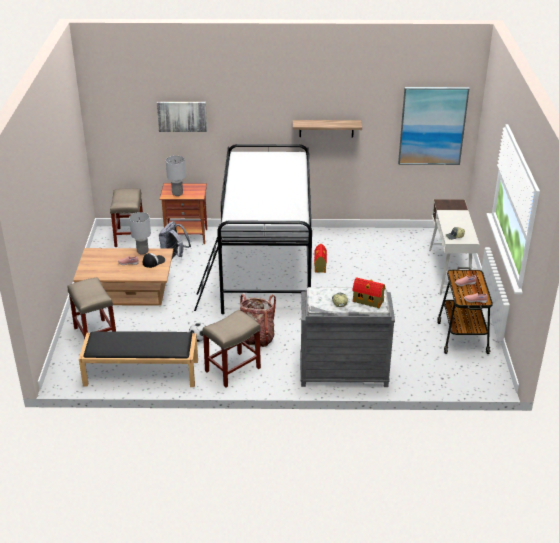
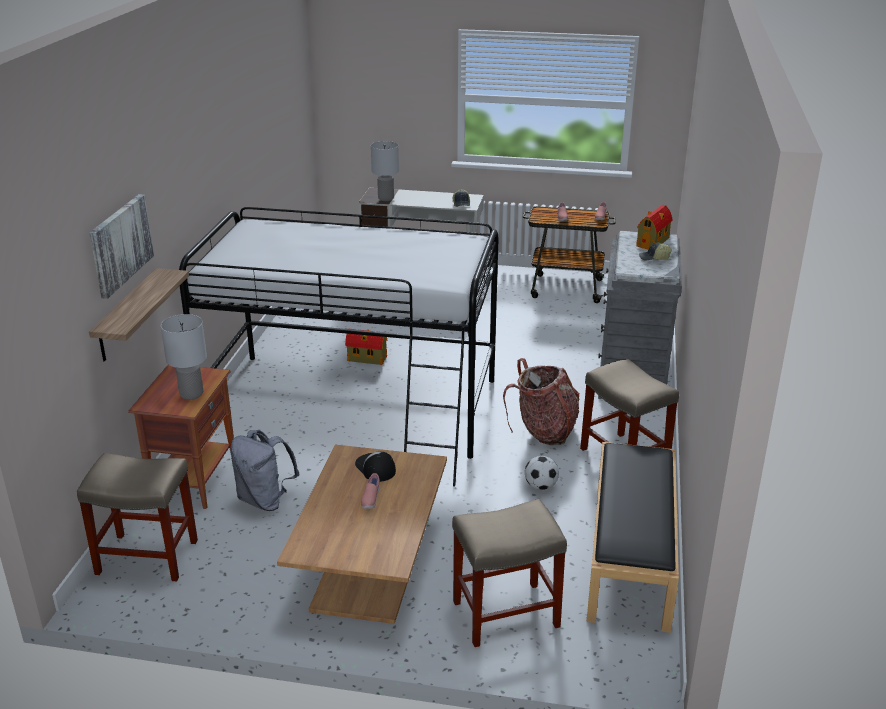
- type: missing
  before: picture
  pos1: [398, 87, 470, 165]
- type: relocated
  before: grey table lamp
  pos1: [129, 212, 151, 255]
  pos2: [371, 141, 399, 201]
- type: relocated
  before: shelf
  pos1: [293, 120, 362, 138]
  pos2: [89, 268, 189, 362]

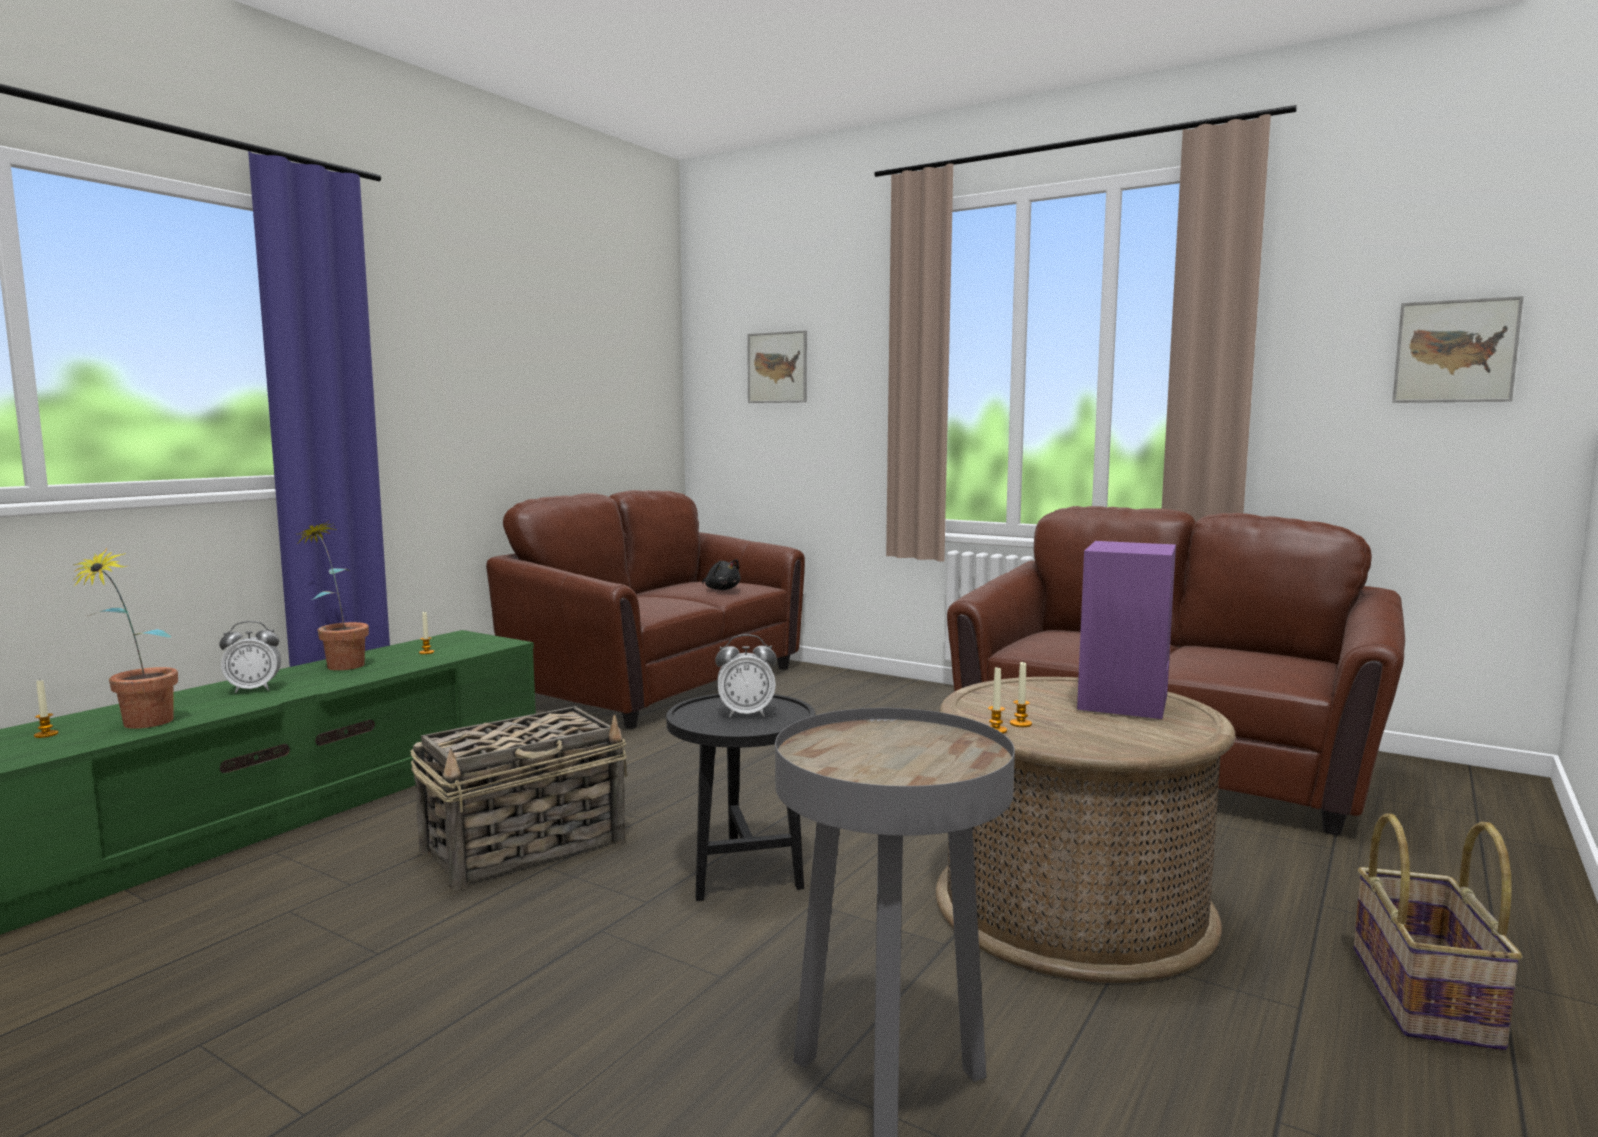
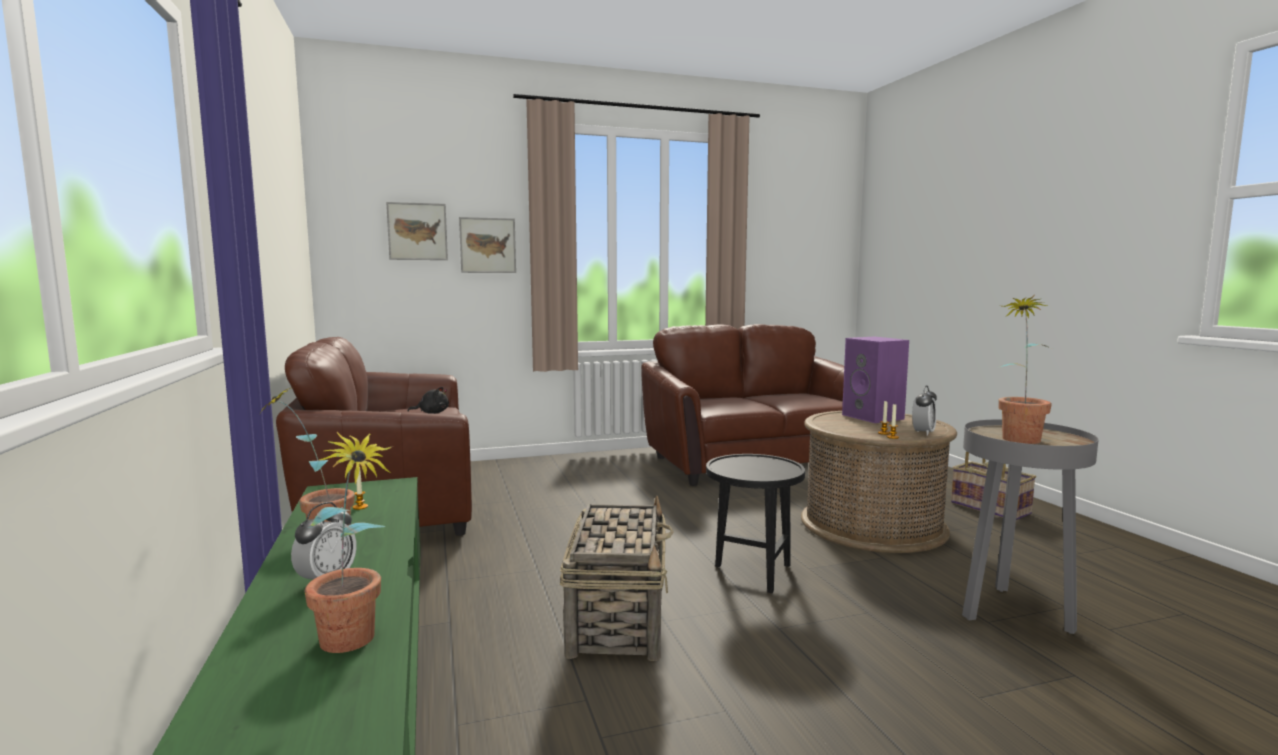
- type: missing
  before: candle
  pos1: [34, 678, 58, 738]
- type: appeared
  after: potted plant
  pos2: [997, 295, 1053, 444]
- type: relocated
  before: alarm clock
  pos1: [715, 634, 777, 718]
  pos2: [912, 386, 937, 436]
- type: relocated
  before: picture
  pos1: [1392, 296, 1524, 403]
  pos2: [459, 217, 516, 273]

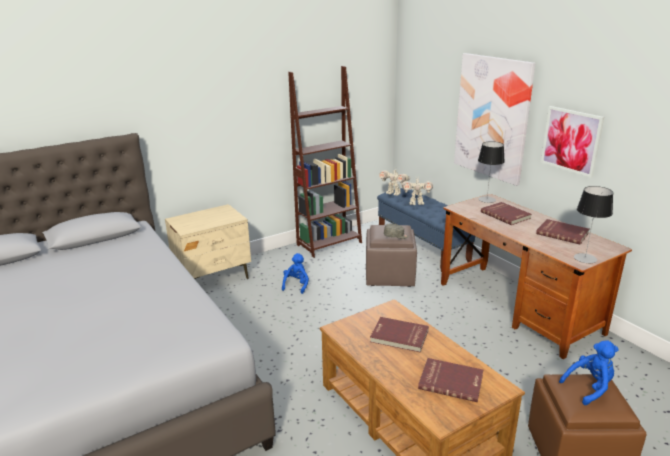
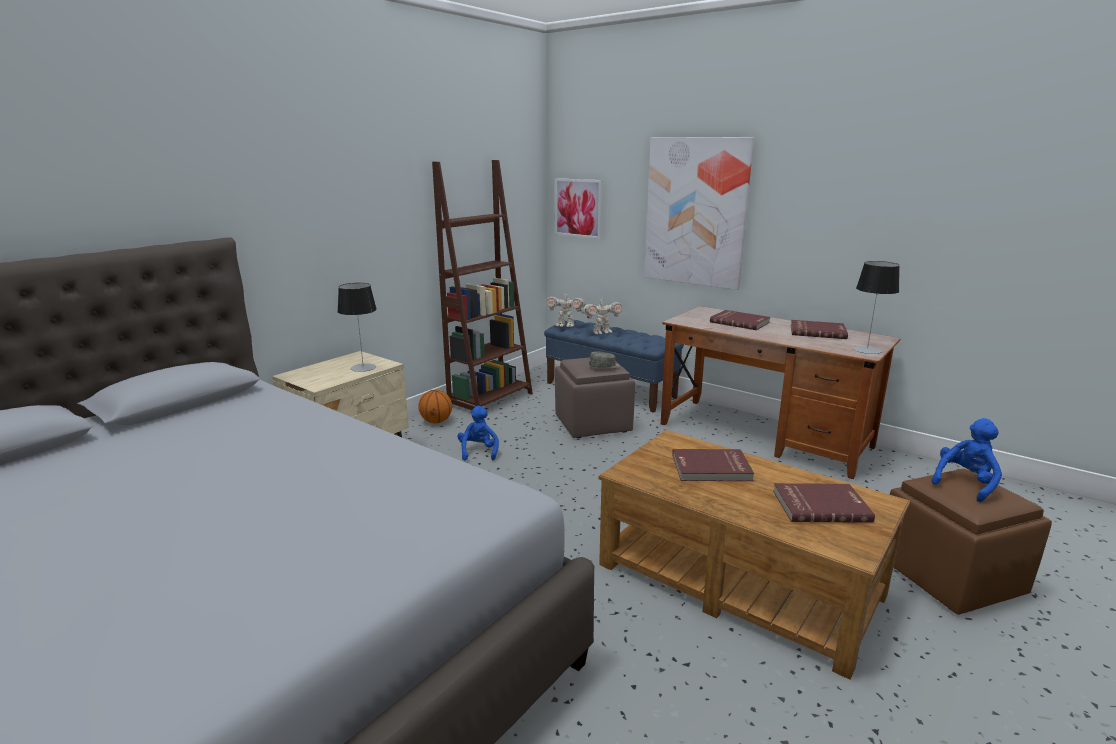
- type: appeared
  after: ball for basketball
  pos2: [418, 390, 452, 424]
- type: relocated
  before: table lamp
  pos1: [478, 141, 505, 203]
  pos2: [337, 283, 377, 372]
- type: relocated
  before: picture
  pos1: [541, 106, 604, 178]
  pos2: [555, 178, 602, 239]

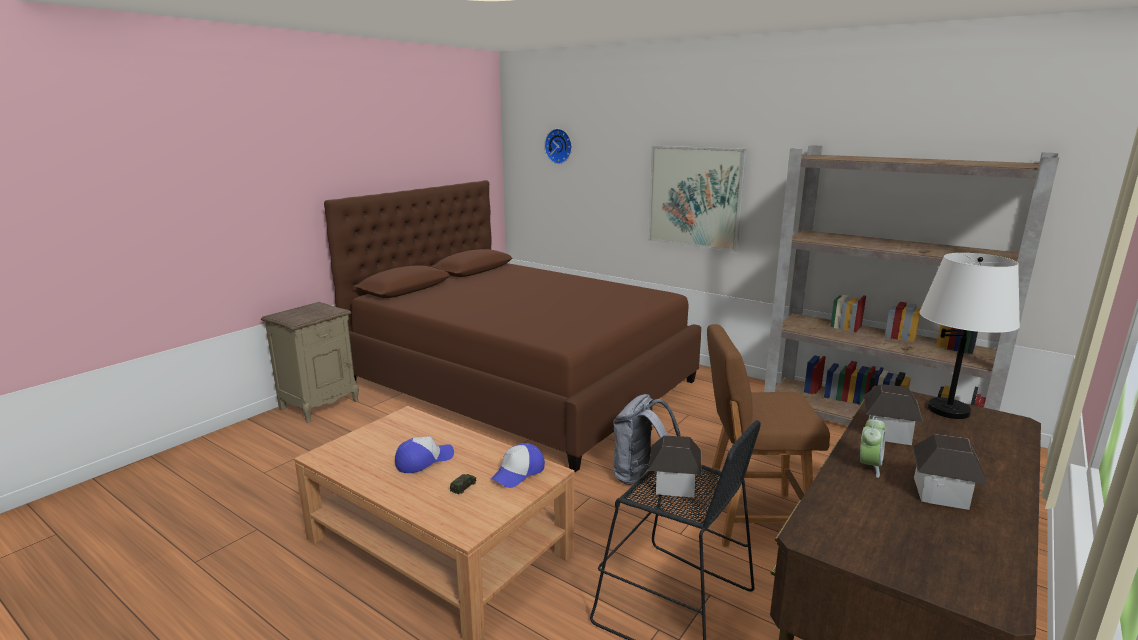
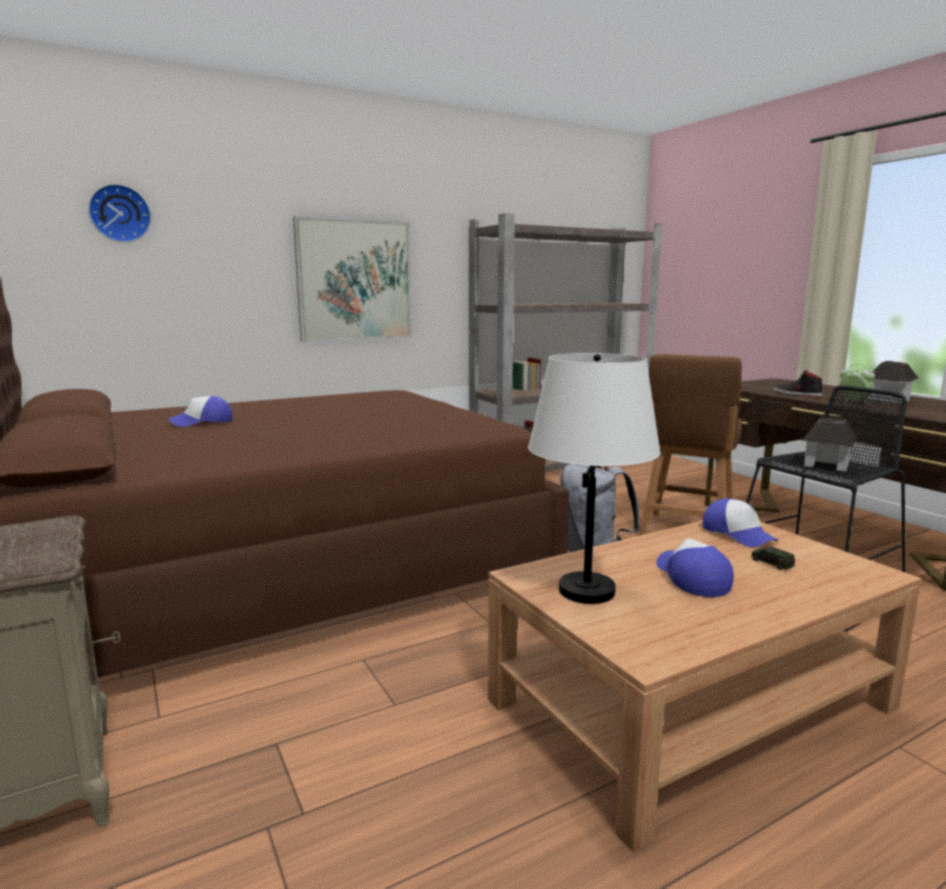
- type: appeared
  after: peaked cap
  pos2: [168, 396, 233, 427]
- type: relocated
  before: whitish table lamp
  pos1: [919, 253, 1020, 419]
  pos2: [528, 353, 661, 604]
- type: exchanged
  before: toy house
  after: black item of footwear
  pos1: [864, 384, 923, 445]
  pos2: [774, 370, 822, 397]

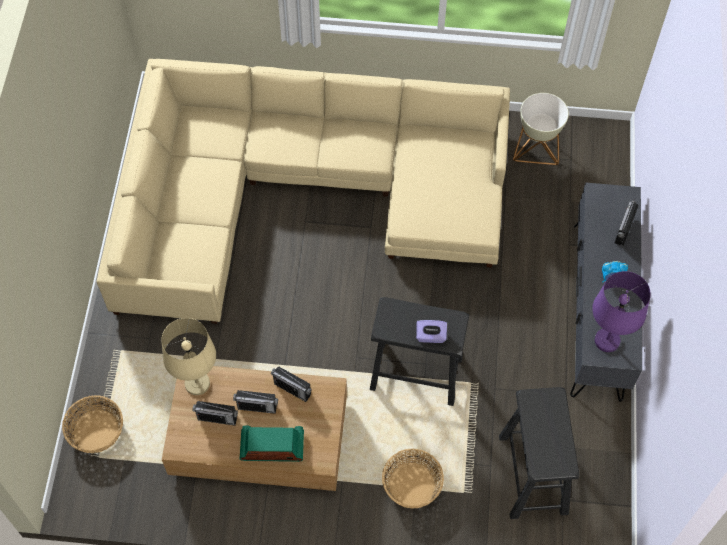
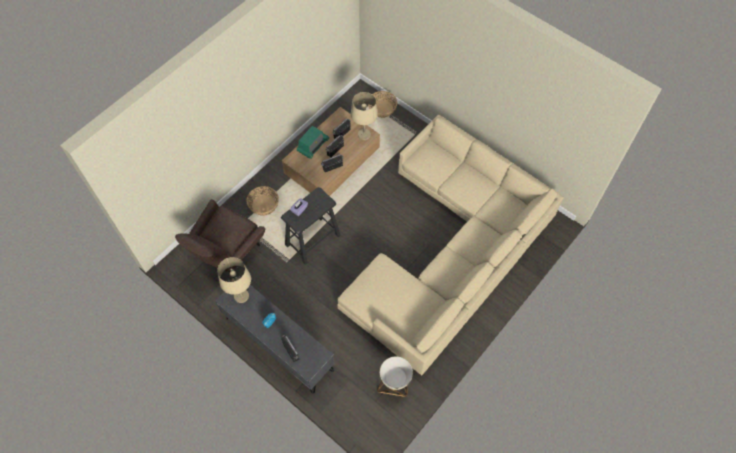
- type: exchanged
  before: black sitting stool
  after: brown easy chair
  pos1: [499, 387, 579, 519]
  pos2: [175, 199, 265, 277]
- type: colour
  before: purple table lamp
  after: sand-coloured table lamp
  pos1: [592, 271, 651, 352]
  pos2: [217, 257, 251, 303]

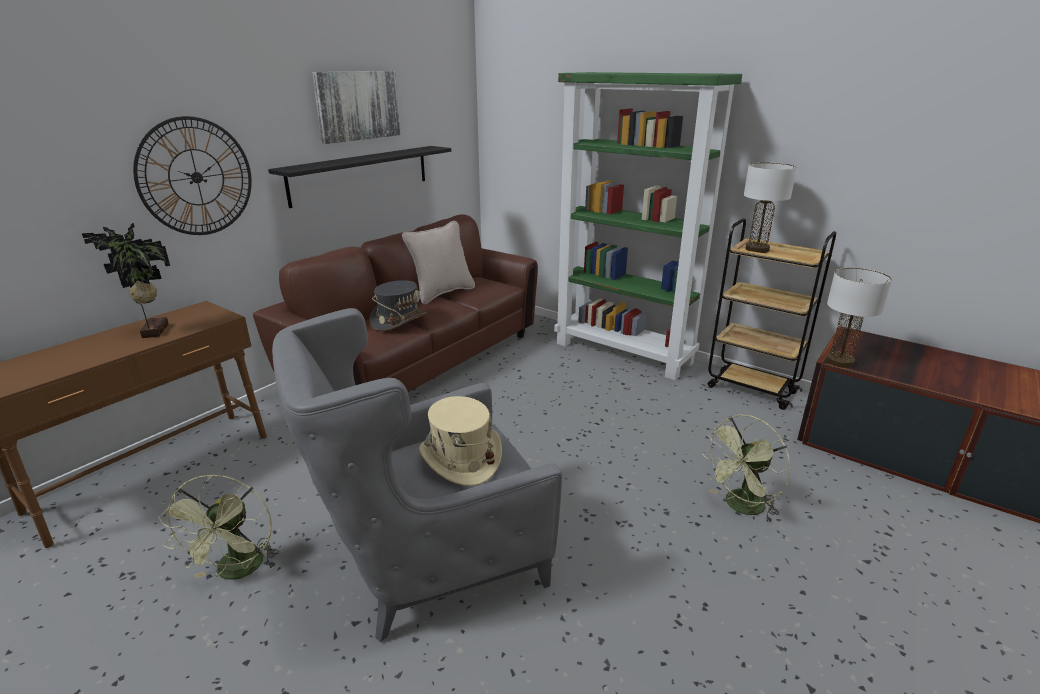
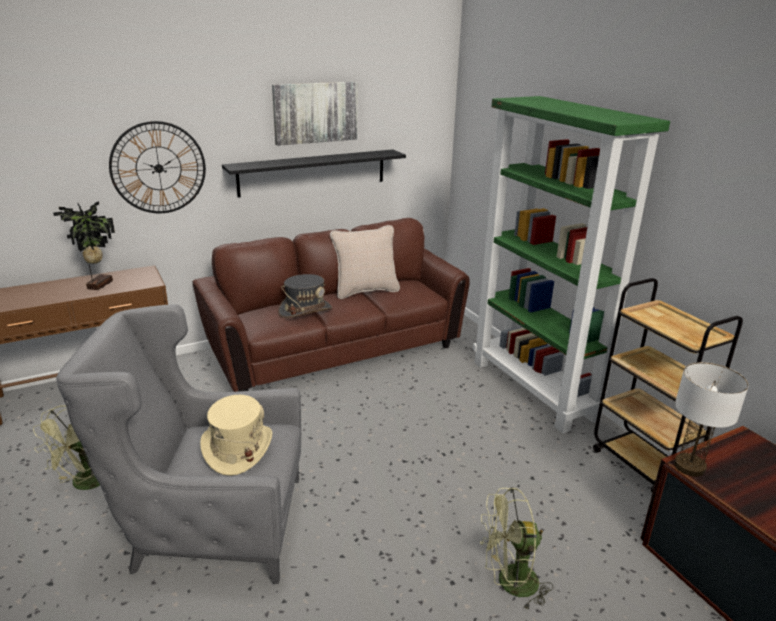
- type: missing
  before: table lamp
  pos1: [744, 162, 797, 253]

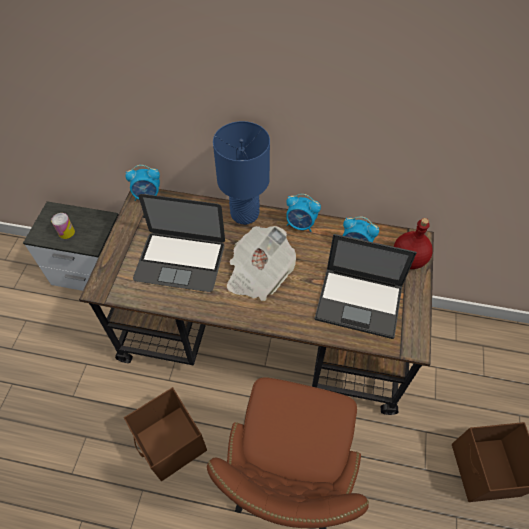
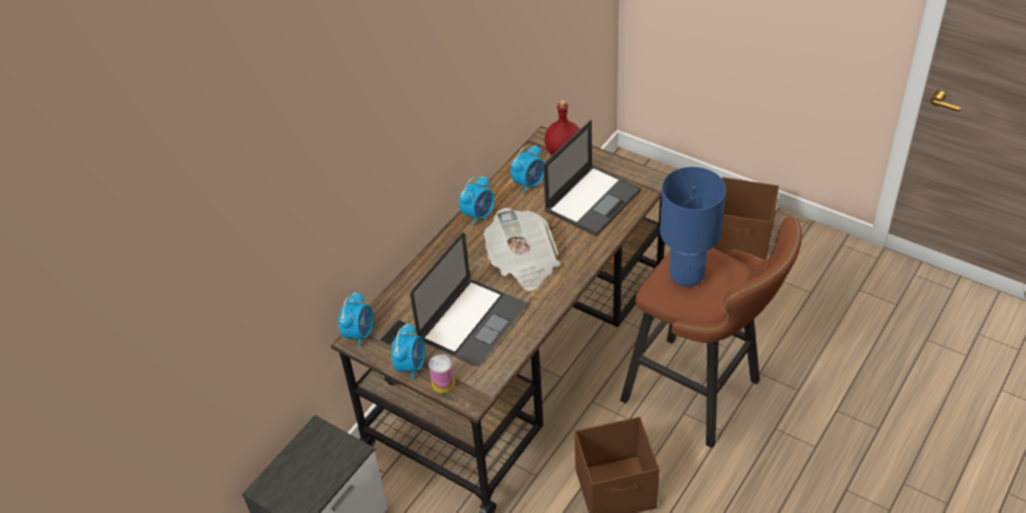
- type: appeared
  after: alarm clock
  pos2: [391, 323, 425, 380]
- type: relocated
  before: can
  pos1: [51, 213, 75, 239]
  pos2: [429, 354, 455, 393]
- type: relocated
  before: bluish table lamp
  pos1: [213, 121, 270, 225]
  pos2: [660, 167, 726, 287]

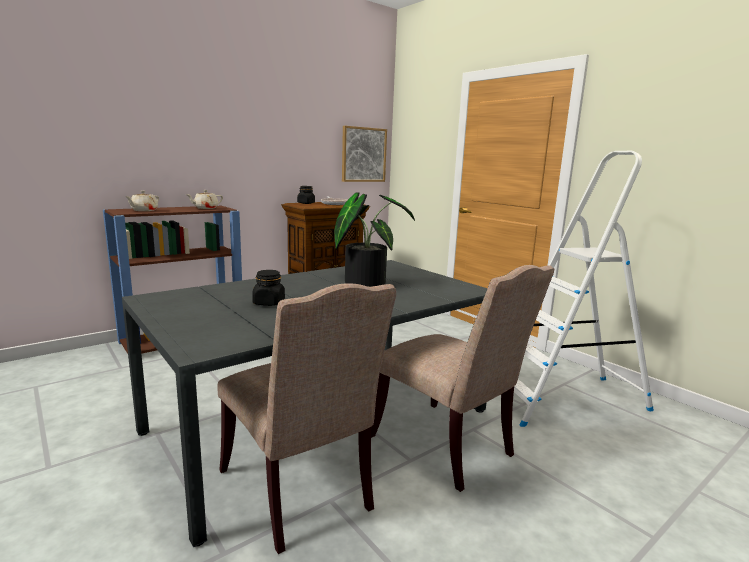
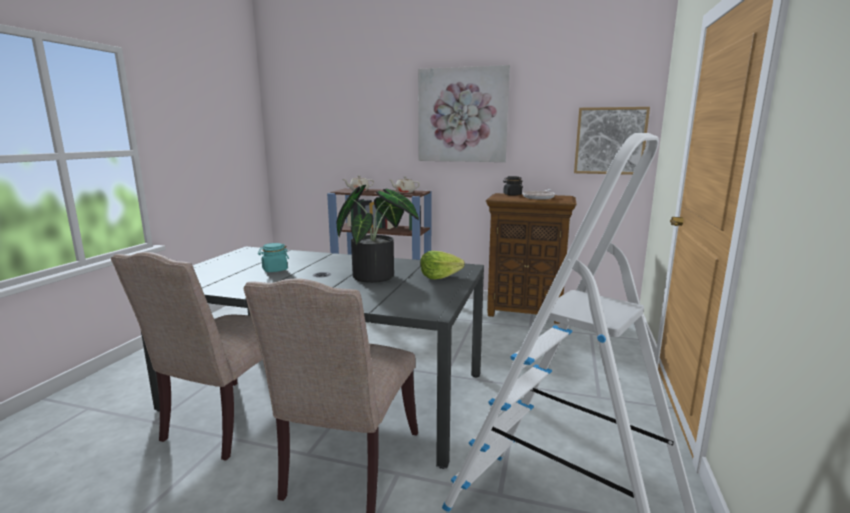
- type: appeared
  after: picture
  pos2: [418, 65, 510, 162]
- type: appeared
  after: lettuce
  pos2: [420, 251, 465, 279]
- type: colour
  before: black storage jar
  after: blue-green storage jar
  pos1: [252, 270, 285, 306]
  pos2: [258, 243, 289, 272]

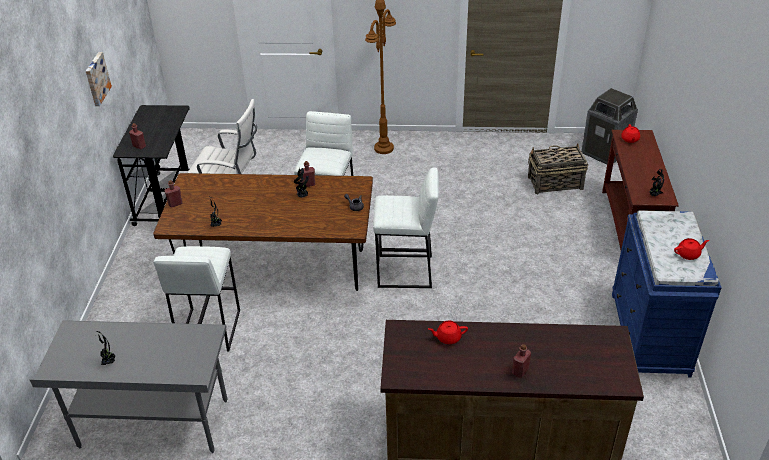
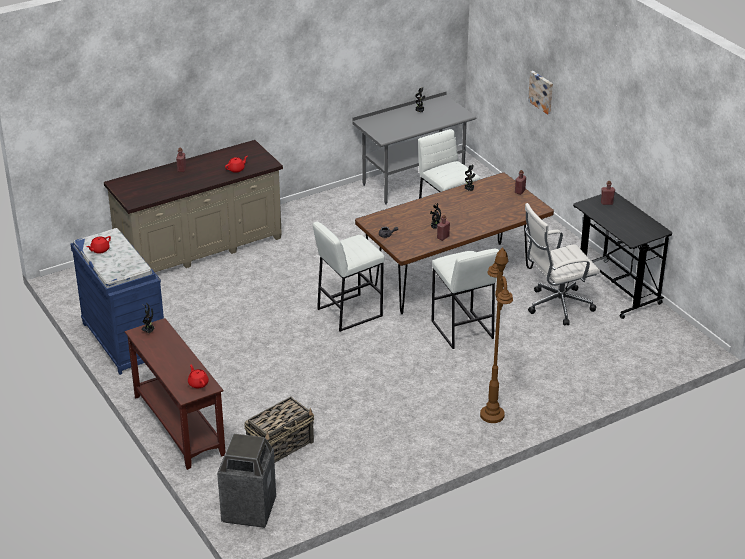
- type: relocated
  before: picture
  pos1: [86, 52, 112, 106]
  pos2: [528, 71, 553, 115]

